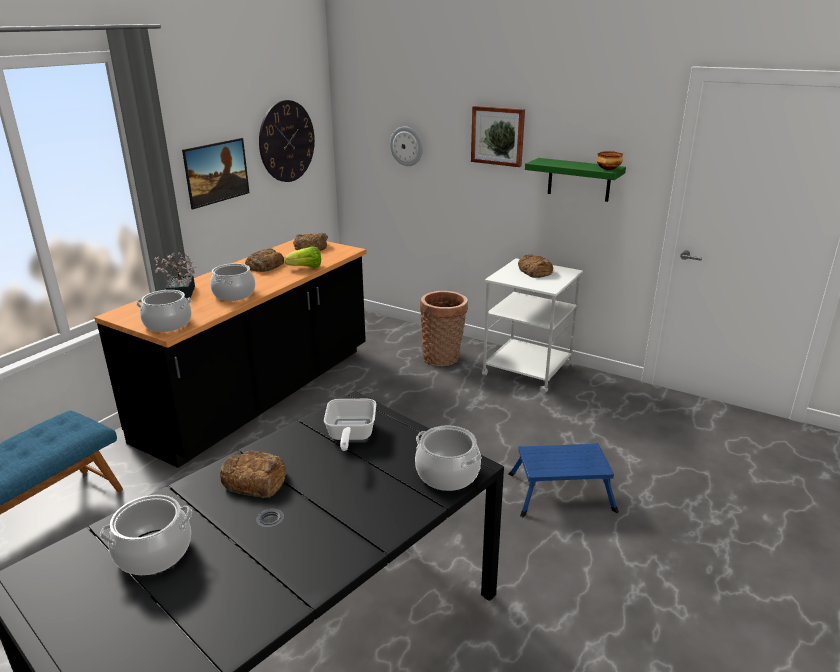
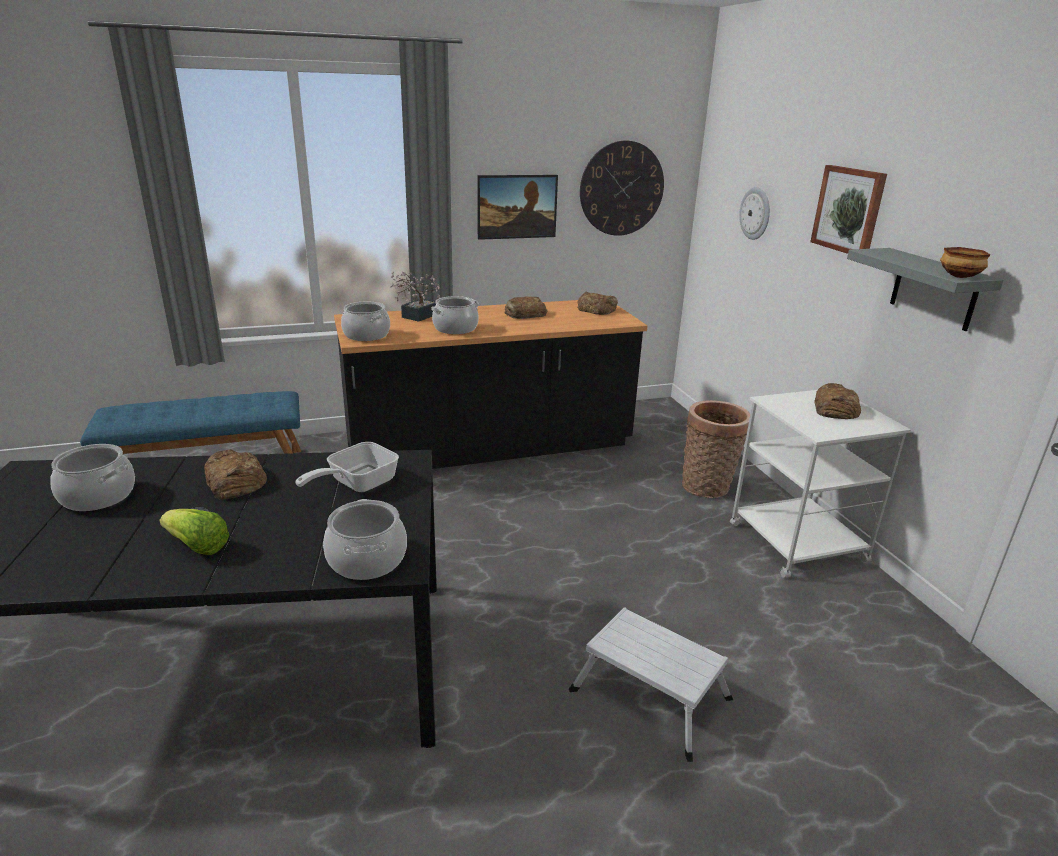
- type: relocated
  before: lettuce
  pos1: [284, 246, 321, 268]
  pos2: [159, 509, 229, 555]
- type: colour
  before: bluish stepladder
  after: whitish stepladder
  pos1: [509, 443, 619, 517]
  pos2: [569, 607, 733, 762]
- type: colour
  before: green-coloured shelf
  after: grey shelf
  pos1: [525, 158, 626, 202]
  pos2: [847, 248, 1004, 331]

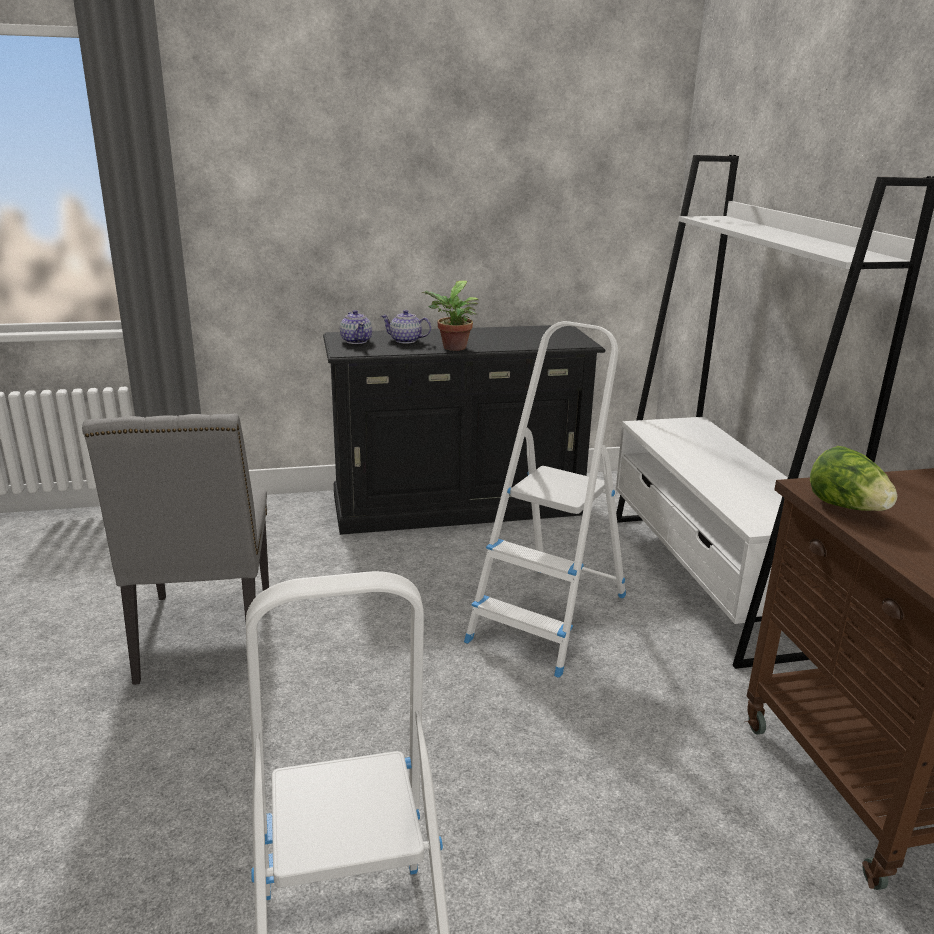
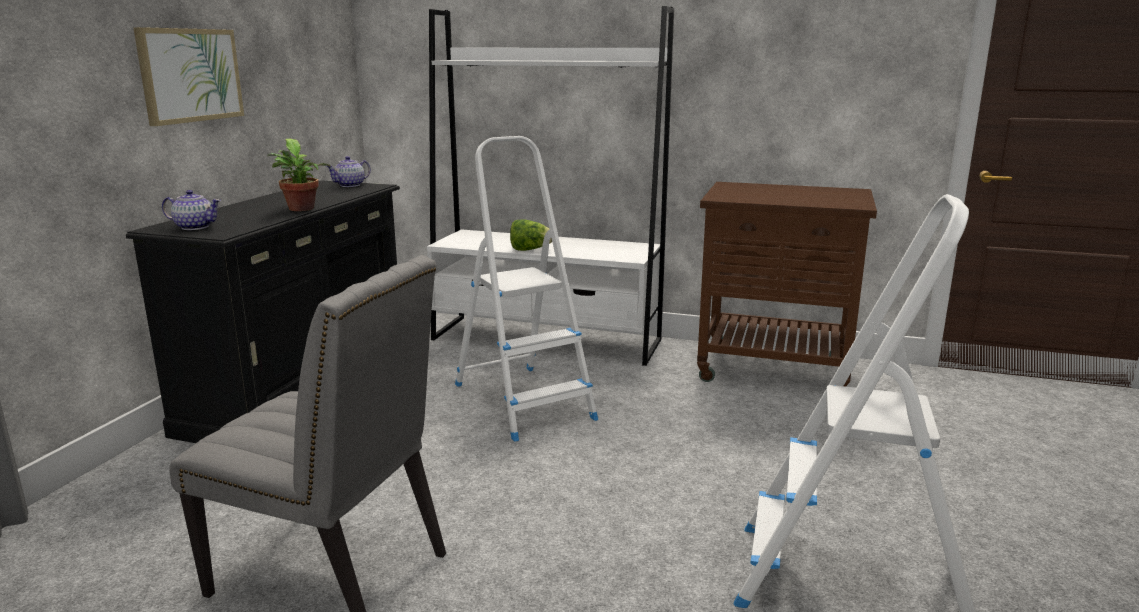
- type: appeared
  after: picture
  pos2: [133, 27, 244, 126]
- type: relocated
  before: teapot
  pos1: [381, 310, 431, 343]
  pos2: [326, 156, 371, 187]
- type: relocated
  before: lettuce
  pos1: [810, 446, 897, 511]
  pos2: [510, 219, 552, 251]

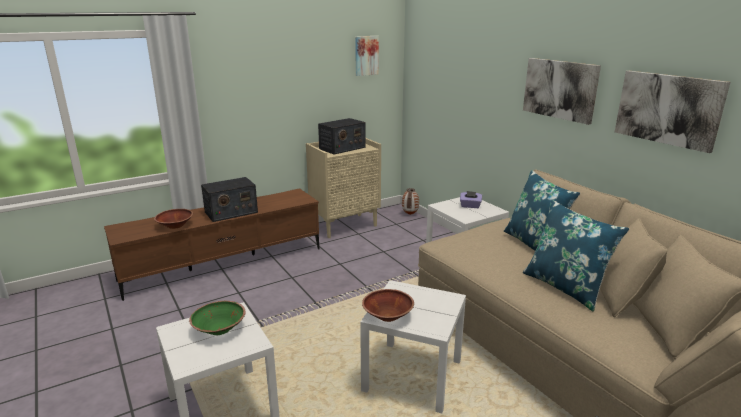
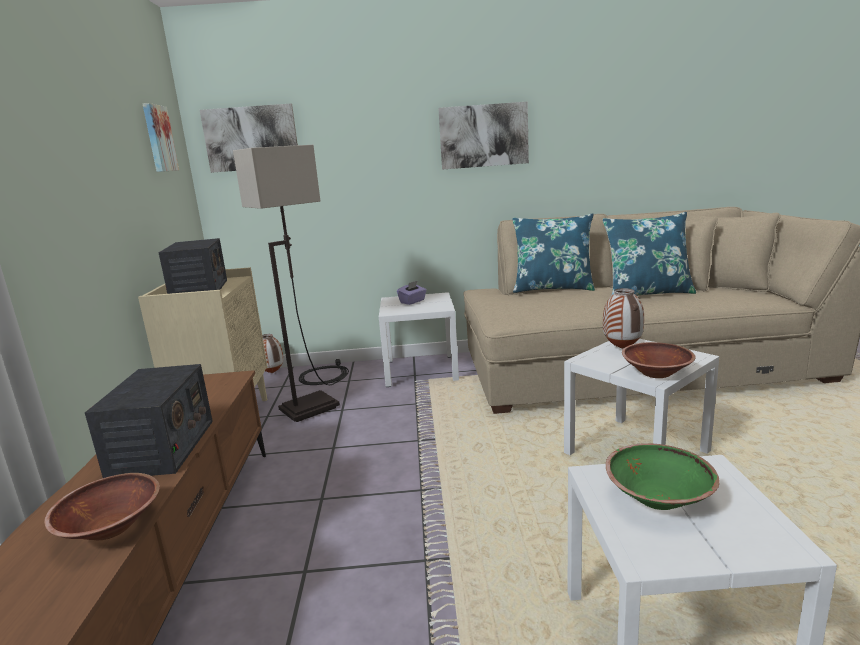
- type: appeared
  after: standard lamp
  pos2: [233, 145, 349, 422]
- type: appeared
  after: decorative vase
  pos2: [603, 288, 644, 349]
- type: relocated
  before: picture
  pos1: [615, 71, 730, 153]
  pos2: [200, 103, 298, 173]

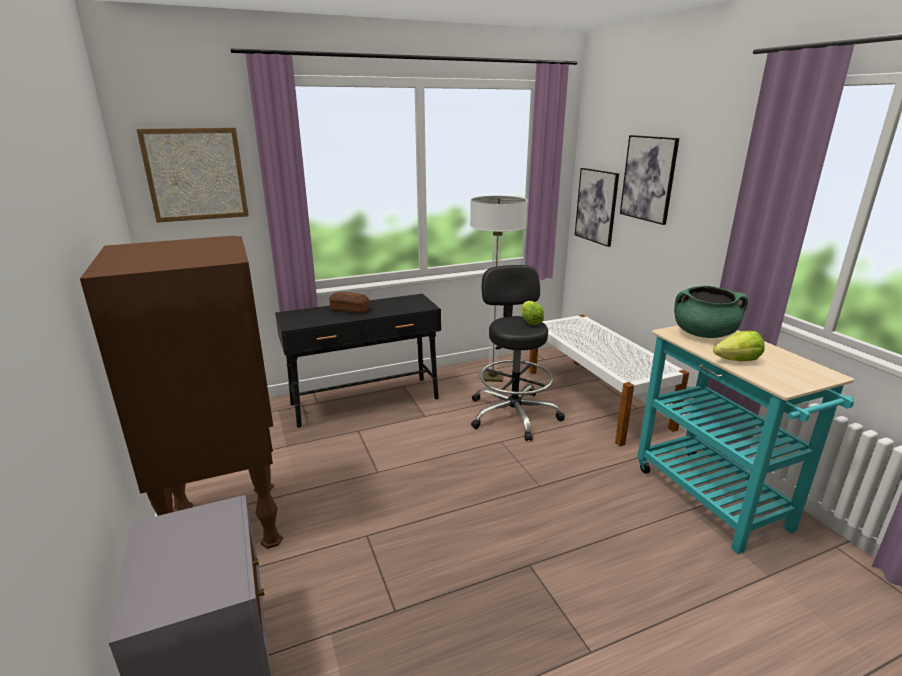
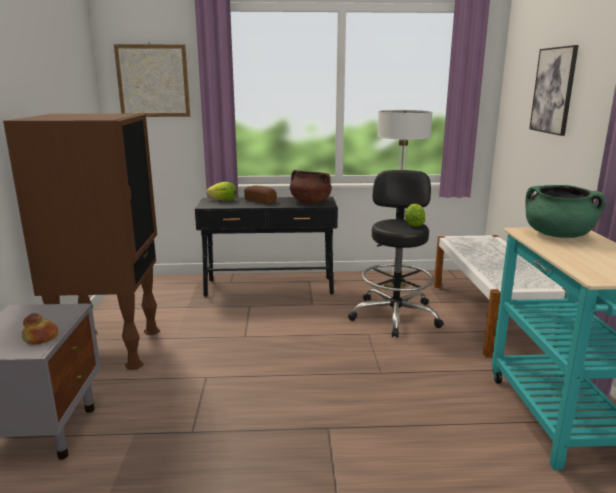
- type: missing
  before: picture
  pos1: [575, 168, 619, 247]
- type: appeared
  after: baked bread
  pos2: [22, 313, 58, 345]
- type: appeared
  after: brown stockpot
  pos2: [290, 170, 332, 203]
- type: relocated
  before: lettuce
  pos1: [713, 331, 765, 362]
  pos2: [206, 182, 236, 201]

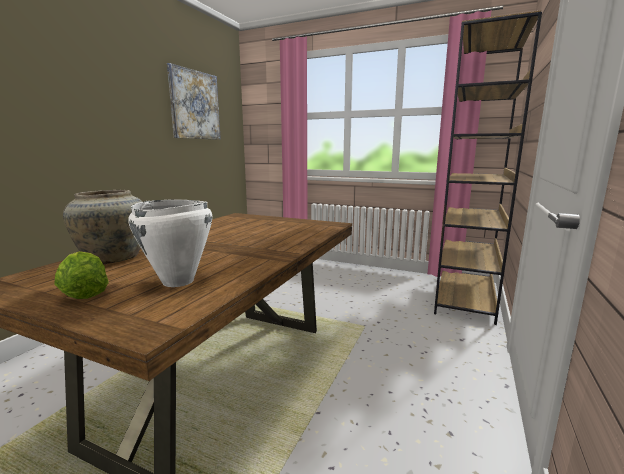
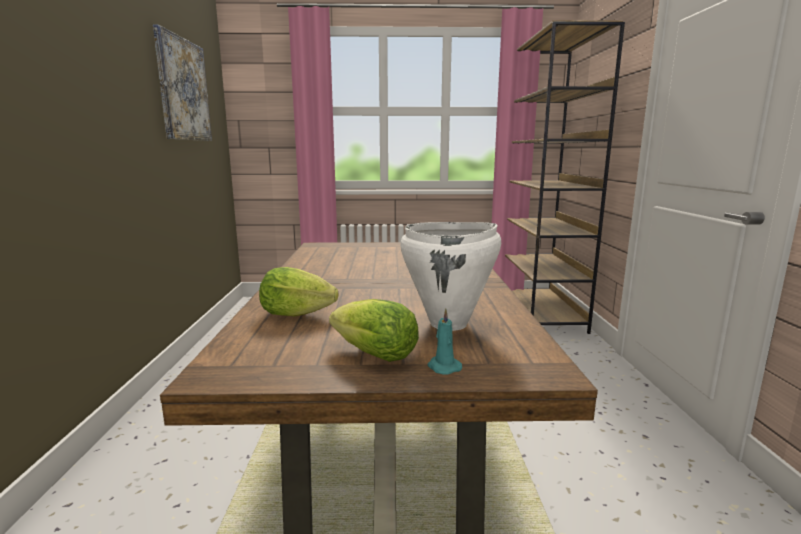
- type: appeared
  after: blue-green candle
  pos2: [428, 308, 462, 375]
- type: exchanged
  before: sand-coloured decorative vase
  after: lettuce
  pos1: [63, 190, 143, 264]
  pos2: [259, 267, 338, 316]

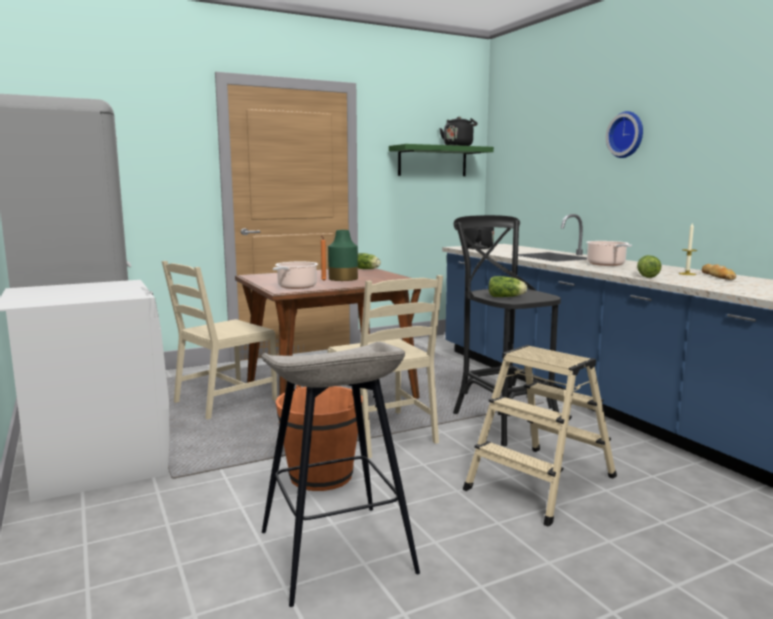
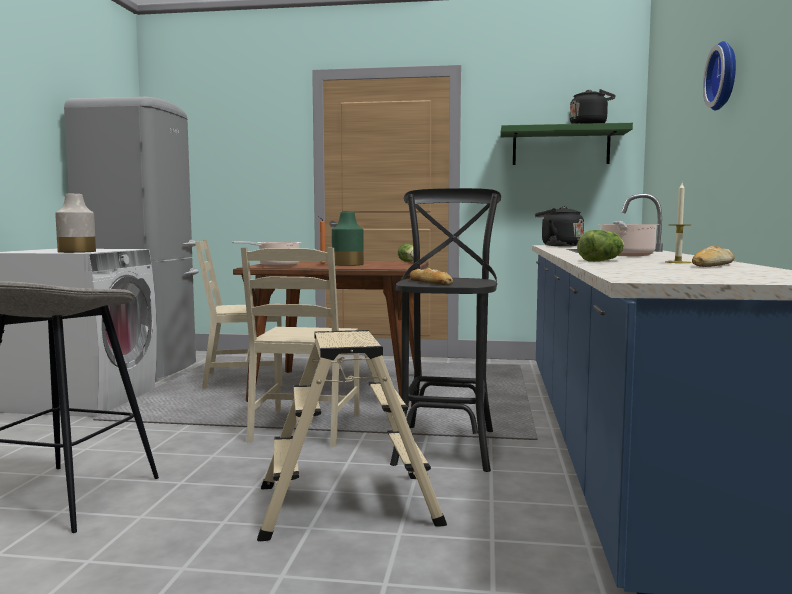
- type: missing
  before: orange-coloured pail
  pos1: [275, 385, 363, 491]
- type: appeared
  after: sand-coloured decorative vase
  pos2: [55, 194, 96, 253]
- type: exchanged
  before: lettuce
  after: baked bread
  pos1: [488, 276, 527, 297]
  pos2: [410, 268, 453, 285]

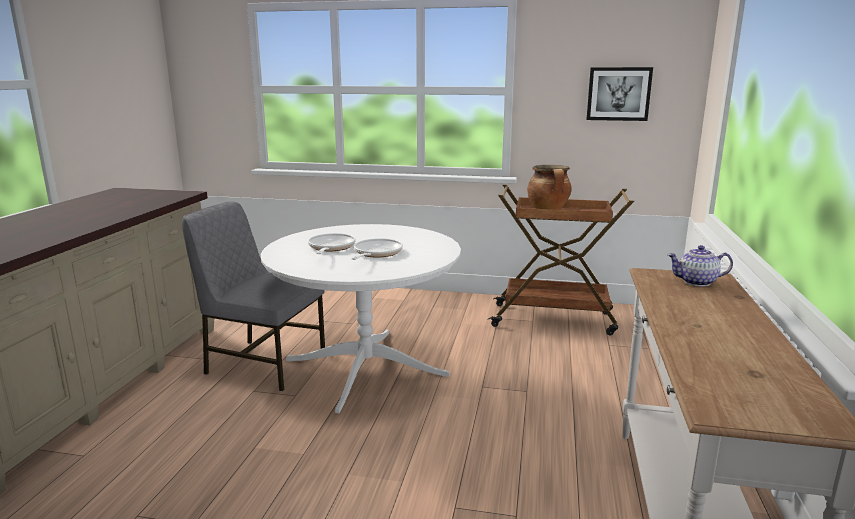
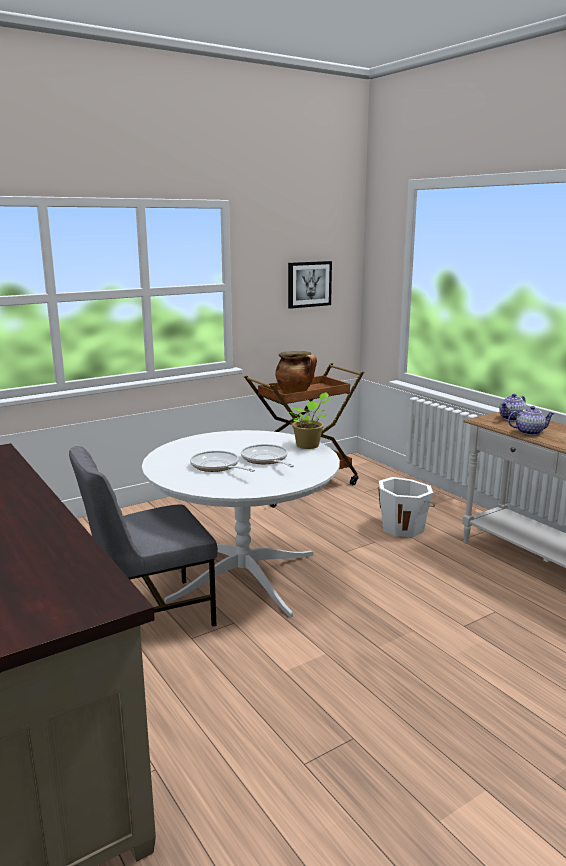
- type: appeared
  after: potted plant
  pos2: [285, 392, 332, 449]
- type: appeared
  after: whitish pail
  pos2: [378, 477, 435, 537]
- type: appeared
  after: teapot
  pos2: [508, 406, 555, 435]

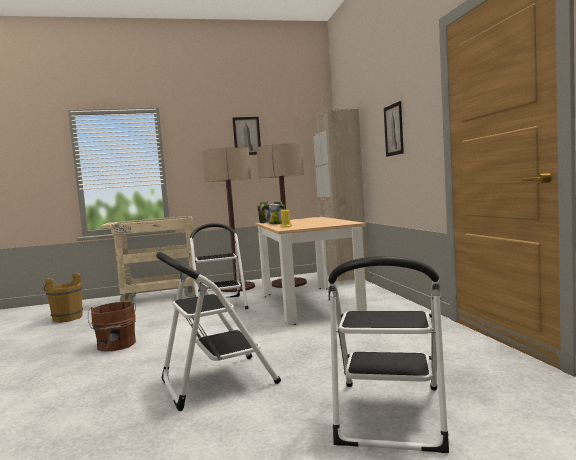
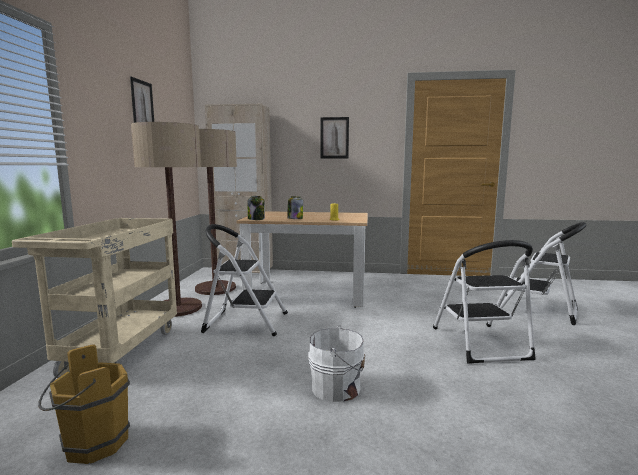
- type: colour
  before: brown pail
  after: whitish pail
  pos1: [88, 302, 136, 351]
  pos2: [309, 325, 365, 402]

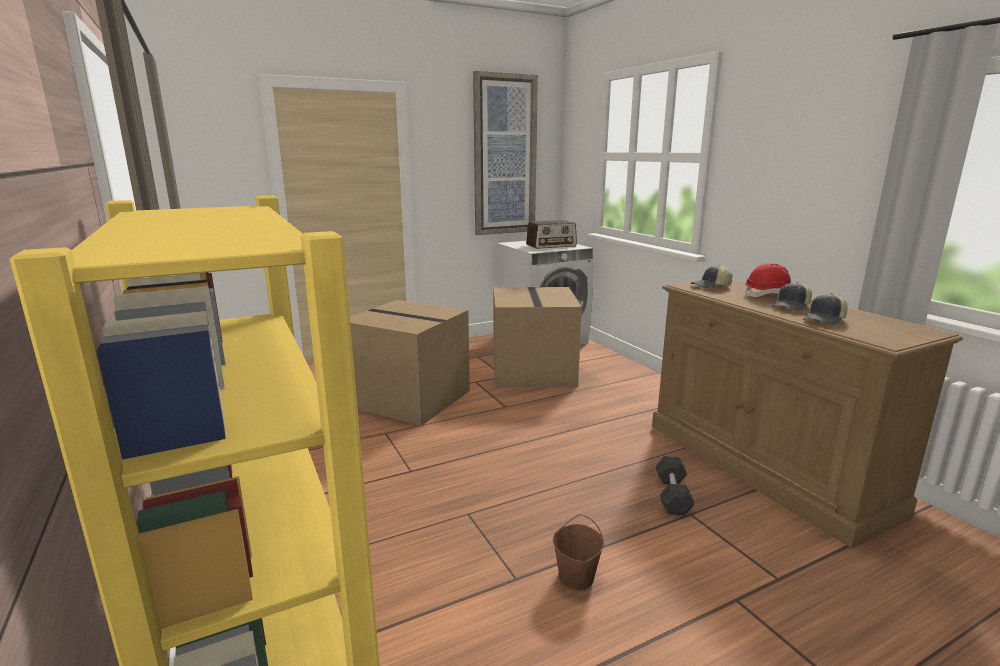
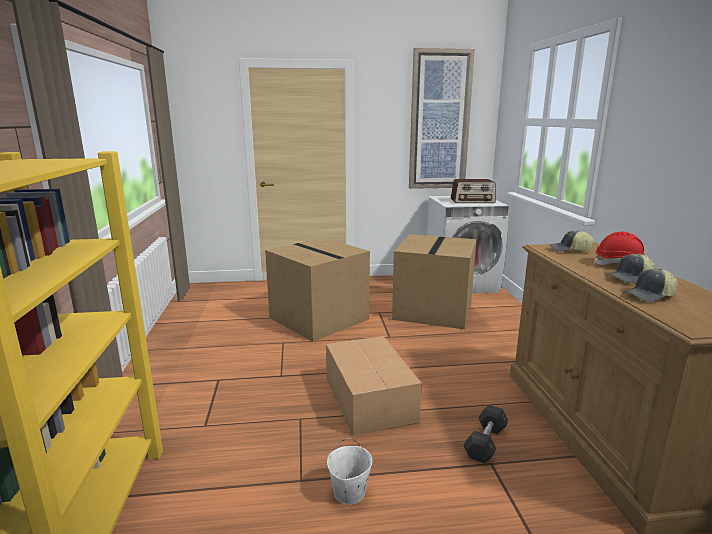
- type: appeared
  after: carton
  pos2: [326, 336, 422, 436]
- type: colour
  before: brown pail
  after: whitish pail
  pos1: [553, 514, 604, 591]
  pos2: [327, 438, 372, 505]

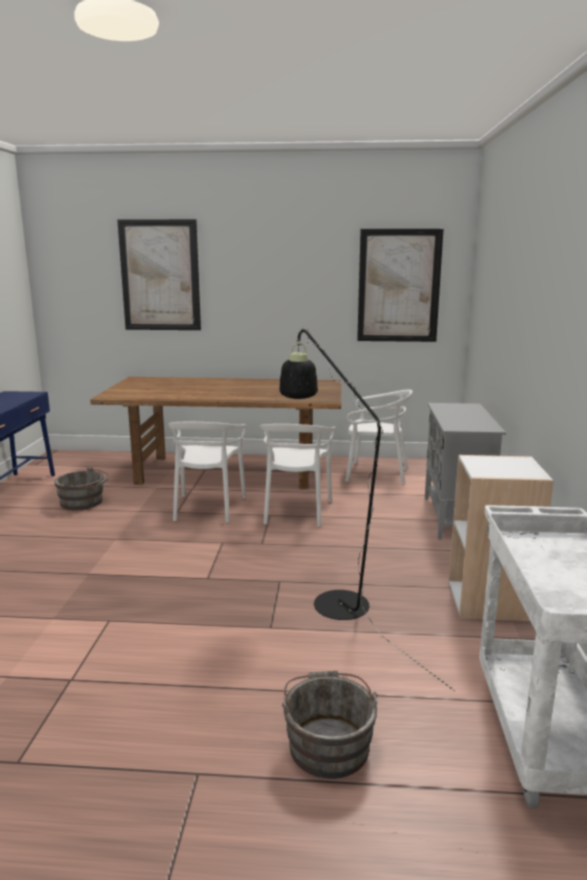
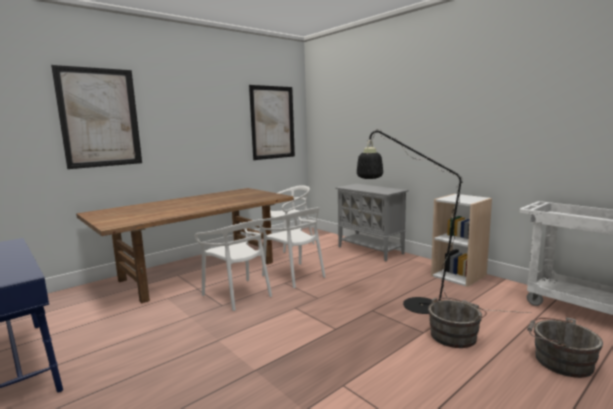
- type: relocated
  before: grey pail
  pos1: [54, 467, 108, 510]
  pos2: [428, 298, 487, 348]

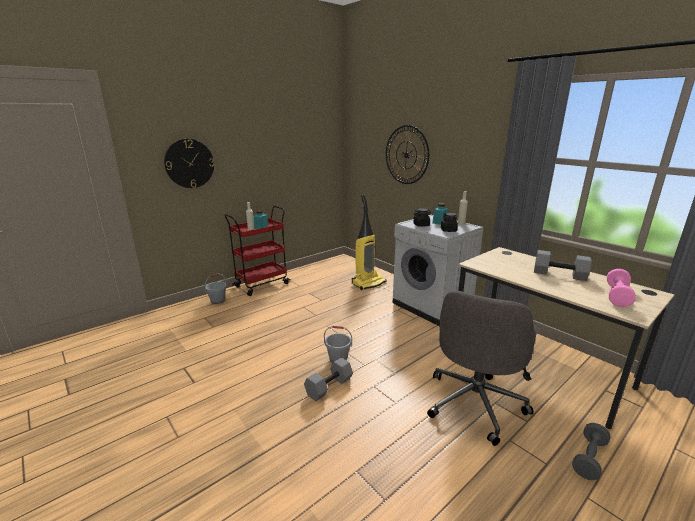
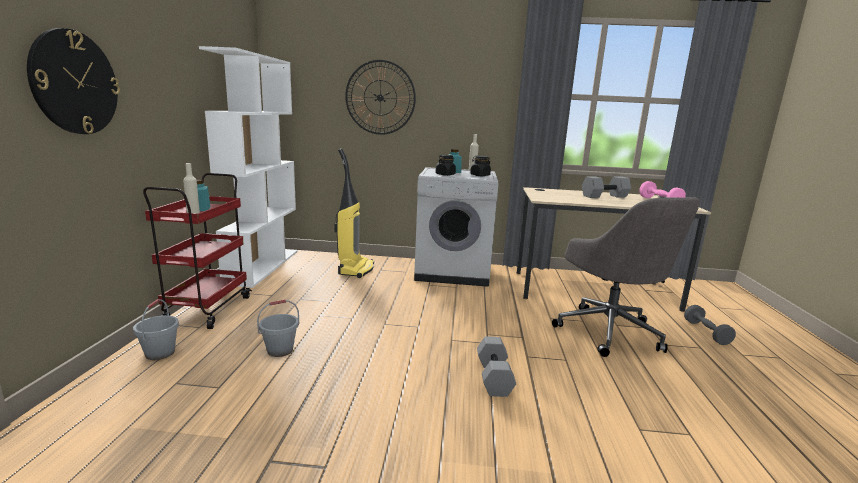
- type: appeared
  after: whitish shelving unit
  pos2: [199, 46, 298, 288]
- type: relocated
  before: grey pail
  pos1: [324, 326, 352, 363]
  pos2: [257, 300, 299, 357]

